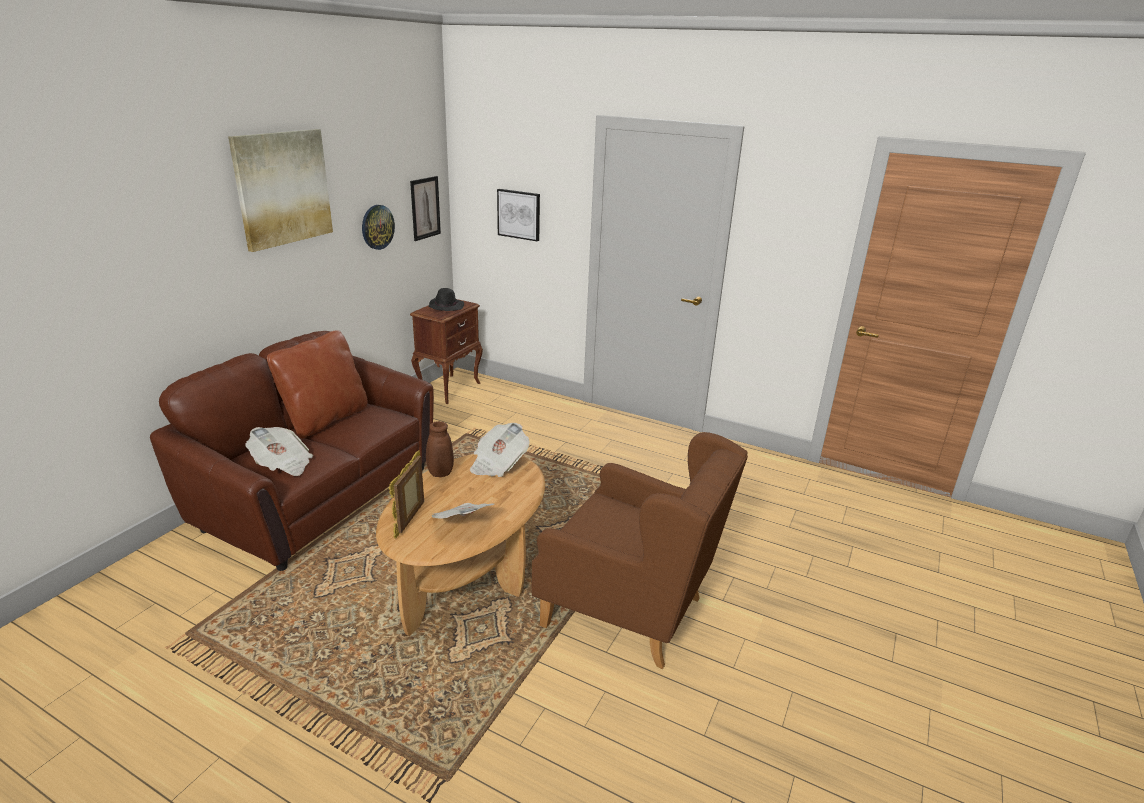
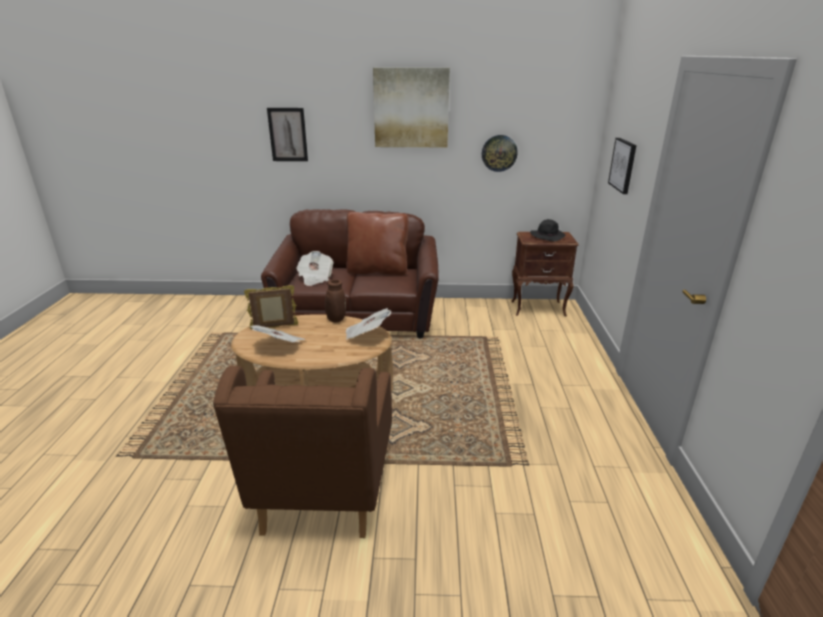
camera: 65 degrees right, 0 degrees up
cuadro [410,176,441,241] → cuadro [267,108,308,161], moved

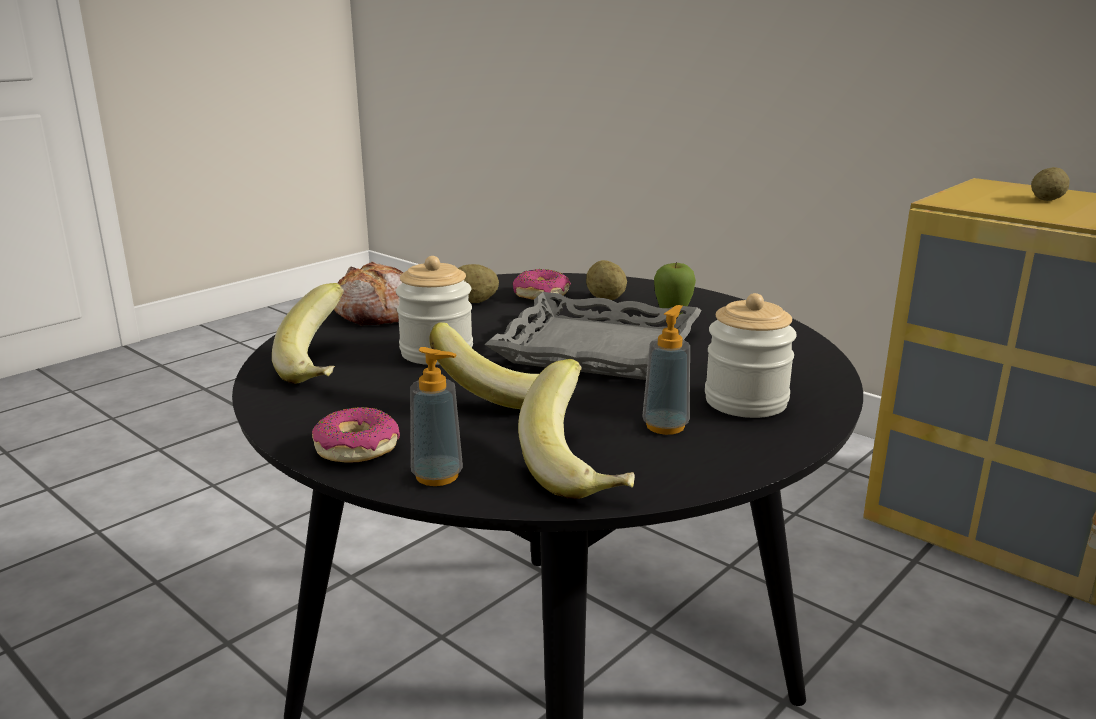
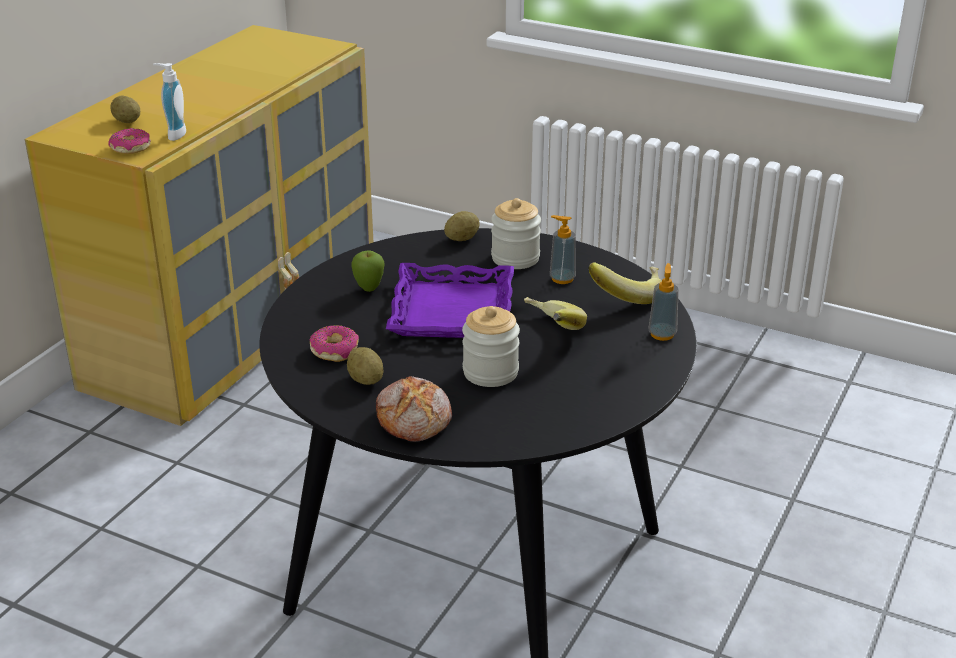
camera: 105 degrees left, 10 degrees up
rosquilla [312,407,400,463] → rosquilla [108,128,151,154], moved
- → dispensador de jabón [153,63,186,141]
bandeja (gris) [484,292,702,380] → bandeja (morado) [386,263,514,338]
patata [586,260,627,300] → patata [444,211,480,241], moved
plátano [272,283,344,384] → -

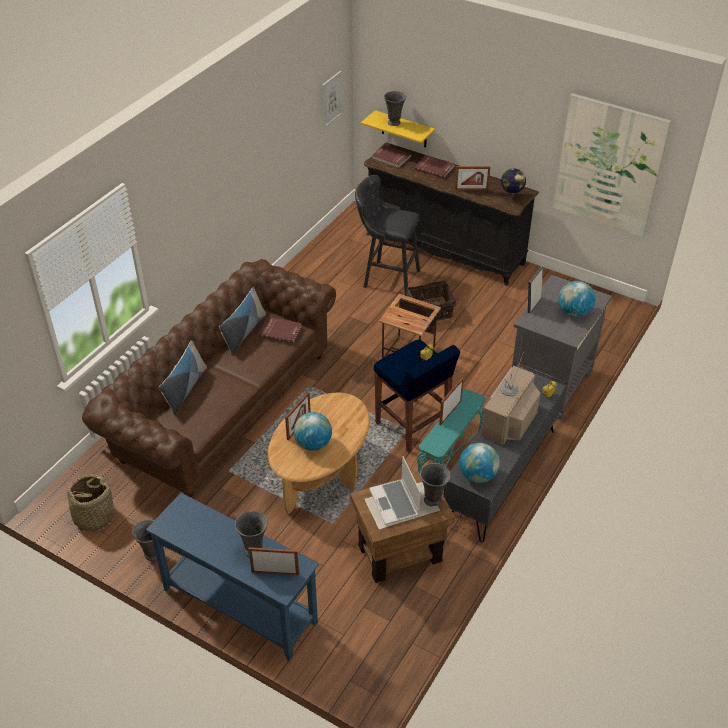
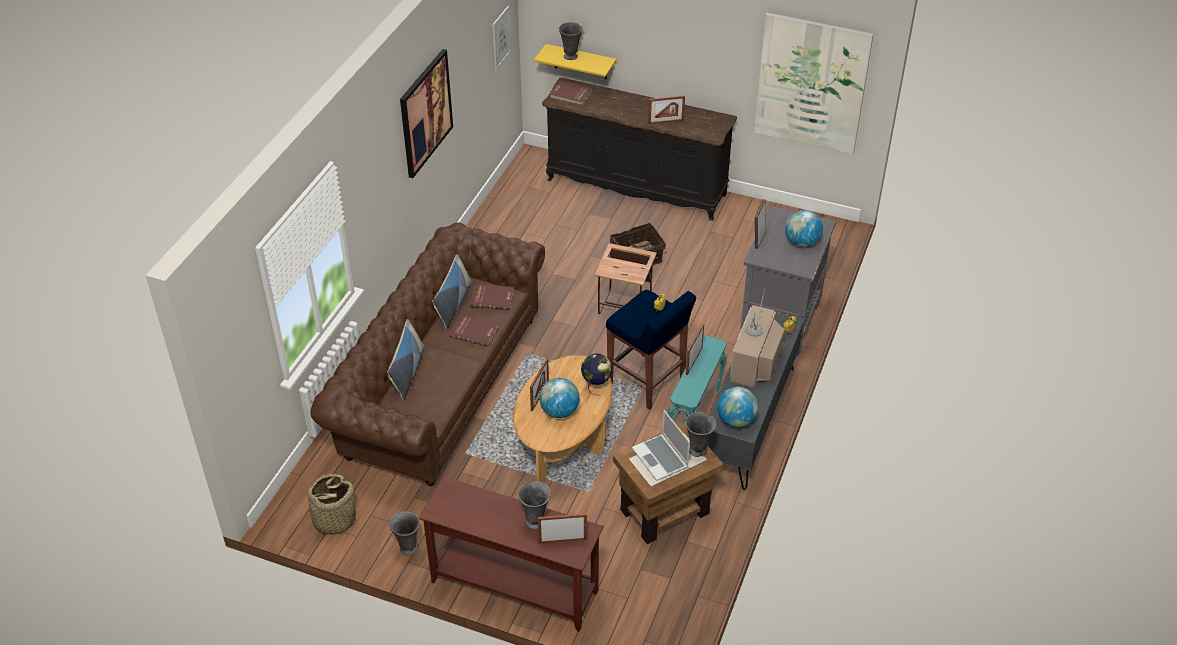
camera: 10 degrees left, 0 degrees up
- → cuadro [400,49,453,178]
mesa consola (azul) [146,493,319,661] → mesa consola (marrón) [419,476,604,632]
libro (rojo) [415,155,455,178] → libro (rojo) [450,315,499,347], moved
globo terráqueo [501,168,526,203] → globo terráqueo [581,353,612,395], moved
taburete (negro) [355,175,421,296] → -

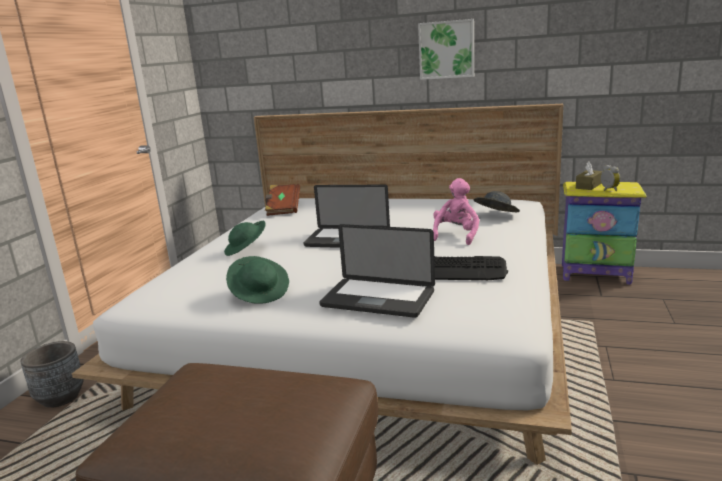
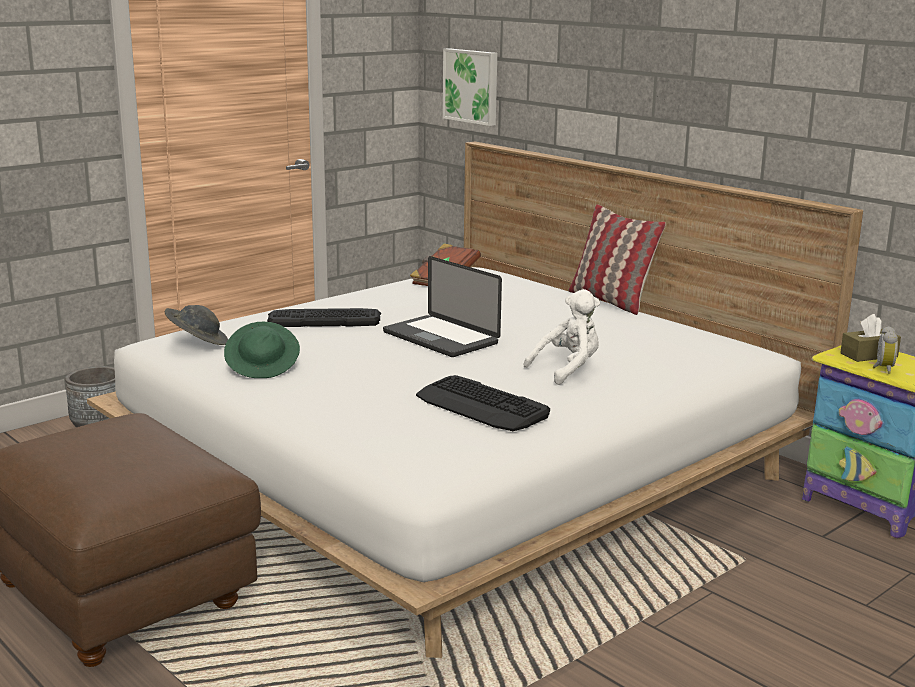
camera: 30 degrees right, 0 degrees up
sombrero (gris) [474,191,520,212] → sombrero (gris) [165,305,228,345], moved
sombrero (verde) [224,221,266,256] → teclado [267,308,381,327]
cuadro [418,19,474,80] → cuadro [443,48,497,126], moved
peluche (rosa) [433,178,479,245] → peluche (blanco) [524,289,600,385]
- → cojín [568,205,666,315]
portátil [319,224,435,318] → -

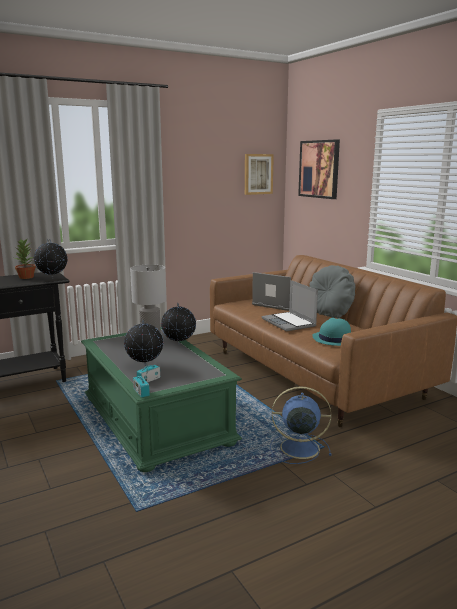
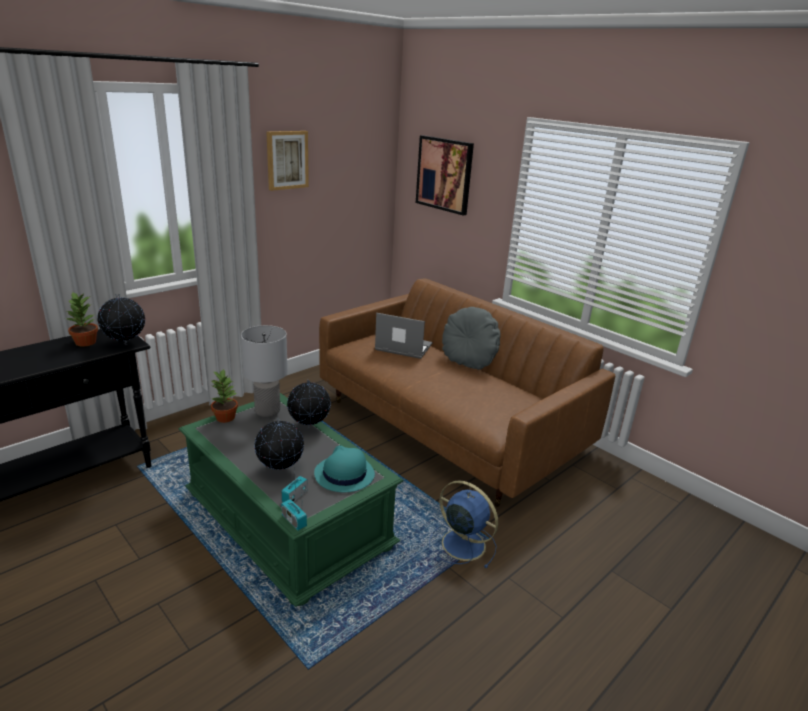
camera: 15 degrees left, 10 degrees up
- → planta en maceta [211,369,238,423]
cuadro [245,154,274,195] → cuadro [266,131,309,191], moved
sombrero (turquesa) [312,317,351,346] → sombrero (turquesa) [314,445,375,492], moved
ventilador (azul) [270,387,332,464] → ventilador (azul) [429,480,498,568], 45 degrees clockwise
portátil [262,280,318,332] → -

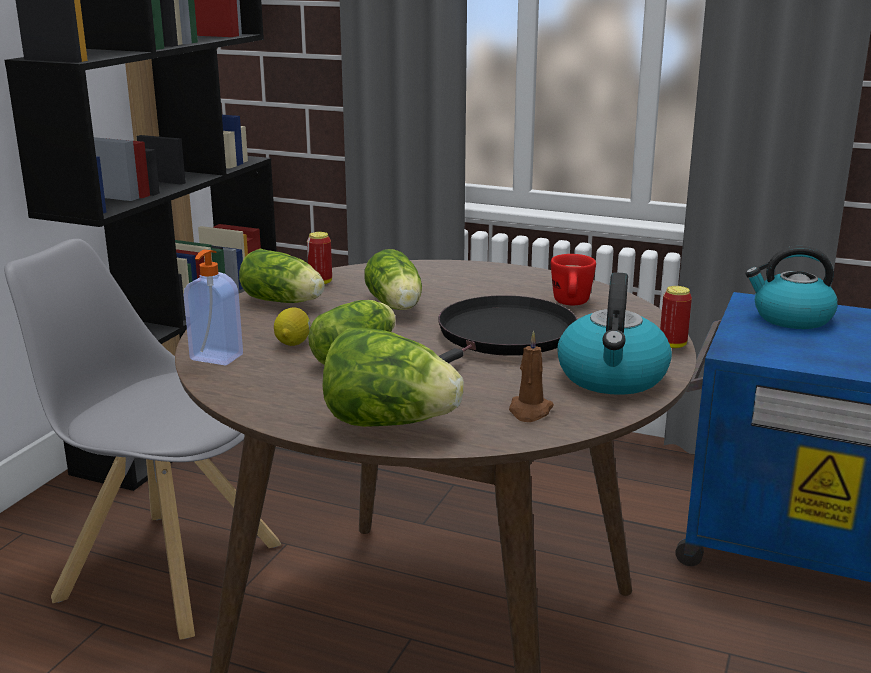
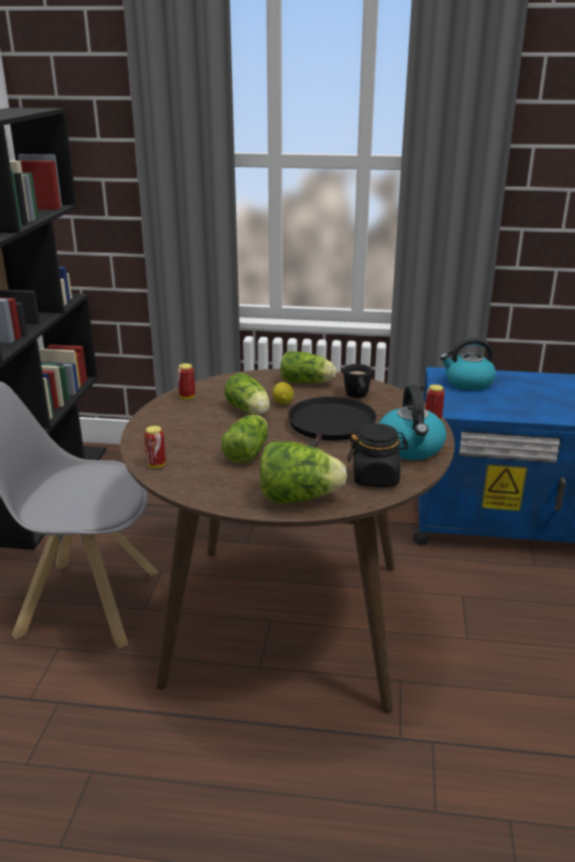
camera: 15 degrees left, 5 degrees up
dispensador de jabón [184,250,243,366] → lata [144,426,166,468]
limón [274,307,310,346] → limón [273,382,294,405], moved
lechuga [239,249,325,303] → lechuga [280,351,336,383], moved
taza grande (rojo) [551,254,596,305] → taza grande (negro) [343,364,372,398]
vela (marrón) [509,331,554,422] → tarro (negro) [348,424,409,487]

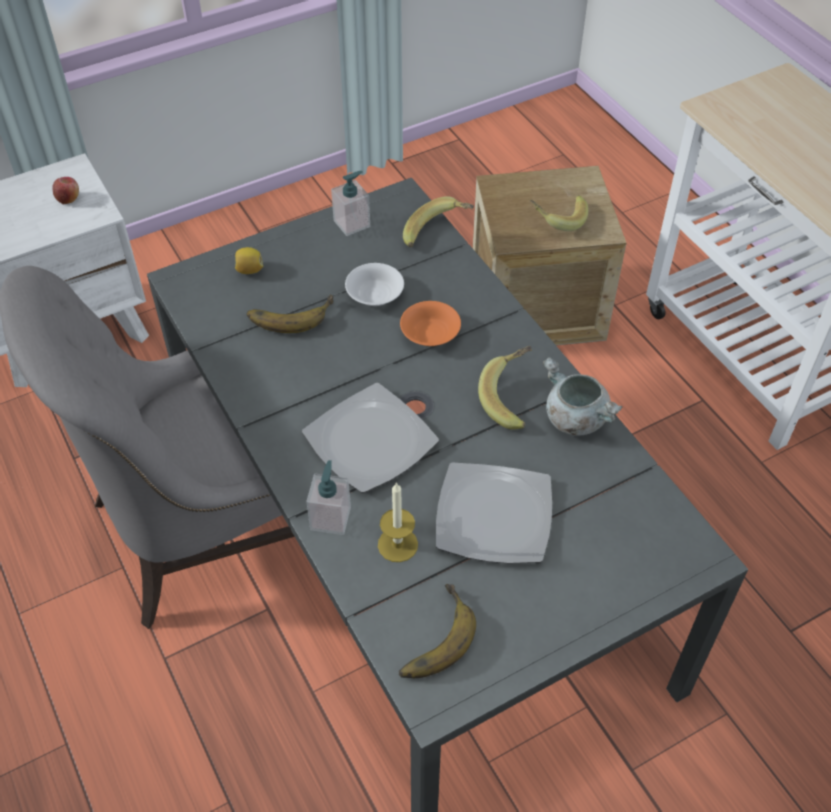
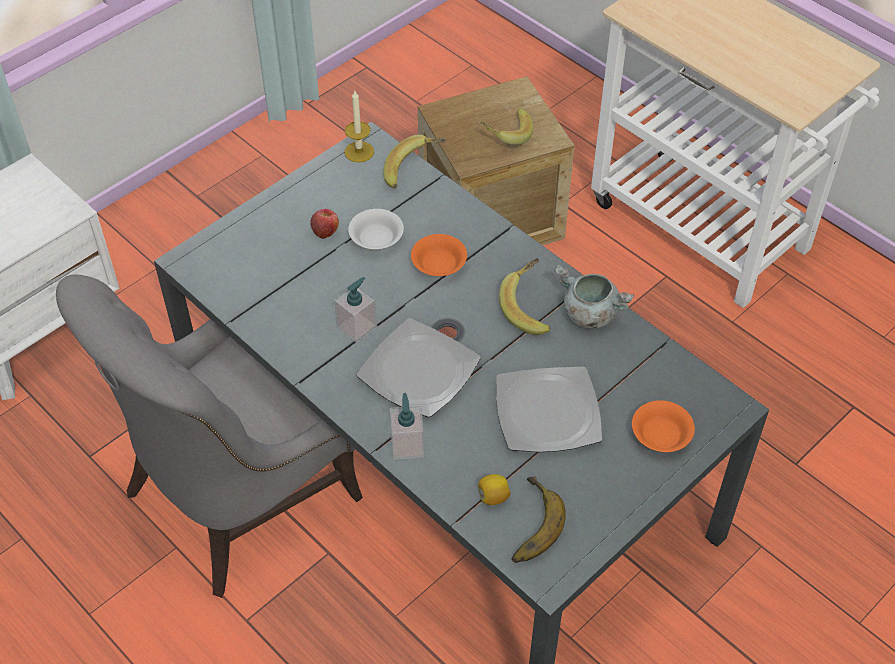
camera: 15 degrees left, 0 degrees up
manzana [52,177,79,204] → manzana [311,209,339,239], moved
dispensador de jabón [331,171,370,236] → dispensador de jabón [334,277,377,343], moved
vela [378,482,418,562] → vela [344,91,374,163], moved
limón [235,247,263,274] → limón [478,474,511,505], moved
- → cuenco (naranja) [632,400,695,452]
plátano [247,295,333,333] → -

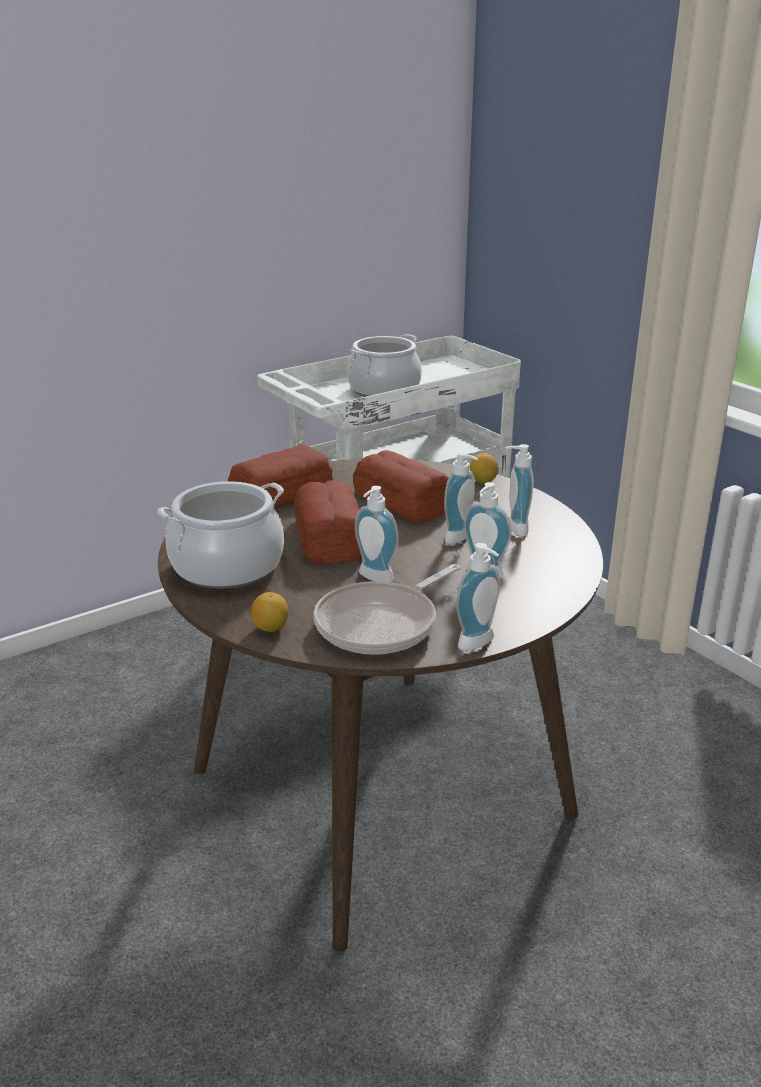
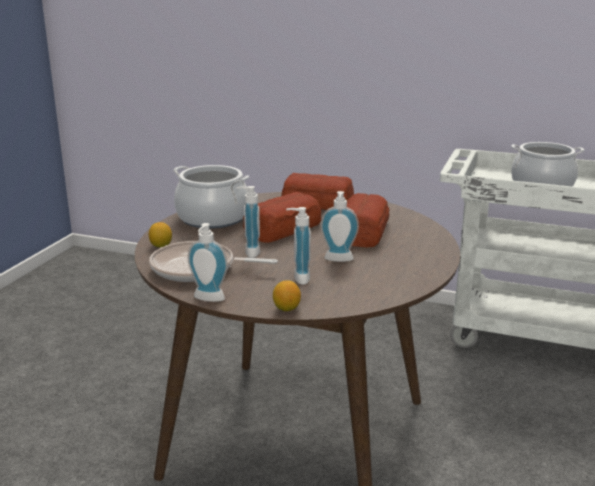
camera: 55 degrees right, 5 degrees down
limón [470,453,498,484] → limón [273,280,301,311], moved
dispensador de jabón [505,444,533,536] → -

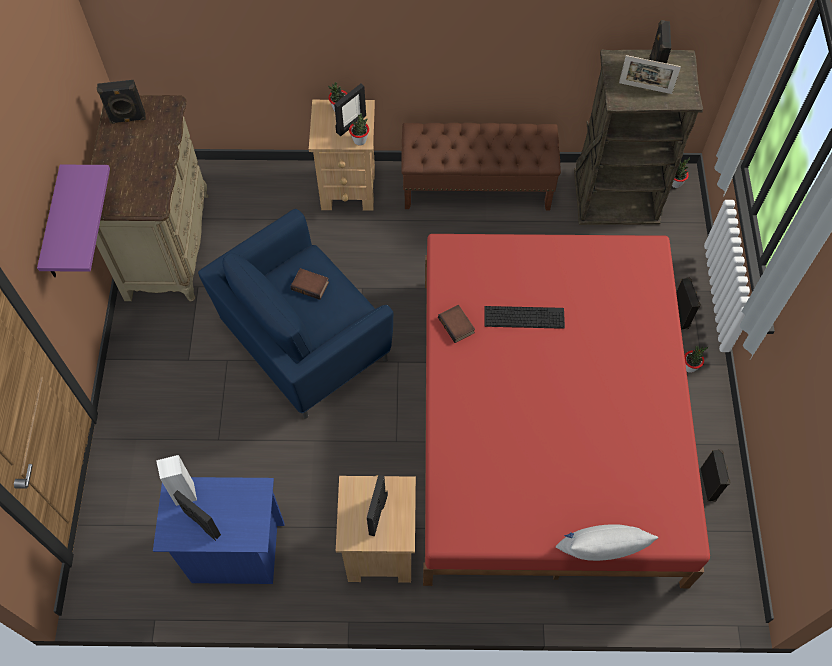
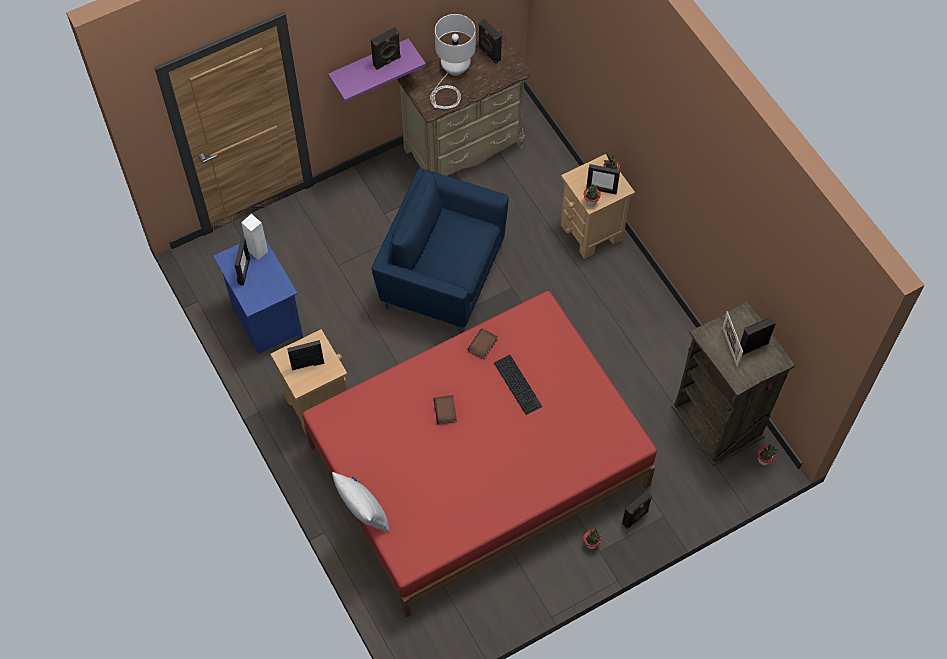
camera: 60 degrees right, 0 degrees up
altavoz (negro) [700,449,731,502] → altavoz (negro) [371,27,401,70], moved
- → lámpara de mesa (gris) [430,14,476,109]
libro [291,268,329,300] → libro [434,395,457,425], moved
banco (marrón) [401,123,561,210] → -

